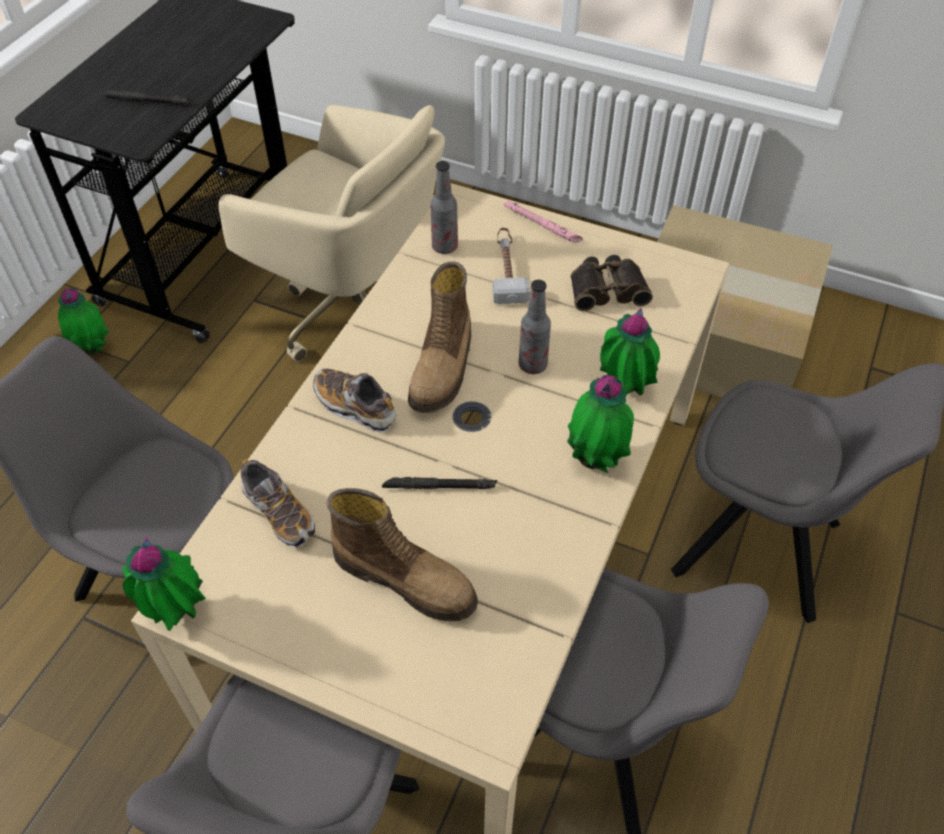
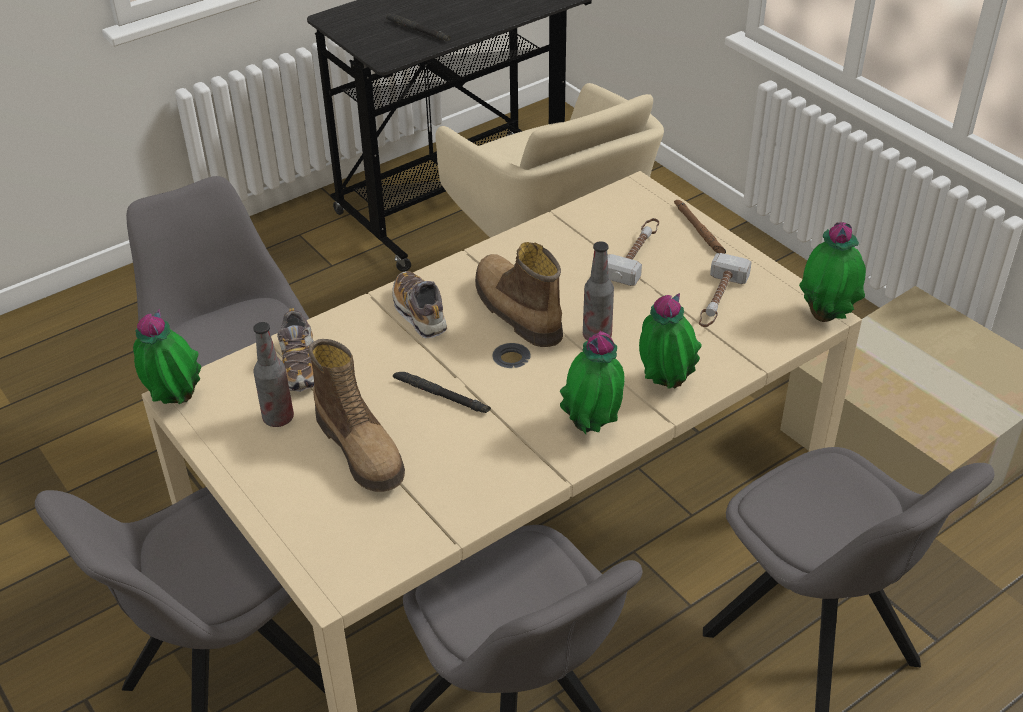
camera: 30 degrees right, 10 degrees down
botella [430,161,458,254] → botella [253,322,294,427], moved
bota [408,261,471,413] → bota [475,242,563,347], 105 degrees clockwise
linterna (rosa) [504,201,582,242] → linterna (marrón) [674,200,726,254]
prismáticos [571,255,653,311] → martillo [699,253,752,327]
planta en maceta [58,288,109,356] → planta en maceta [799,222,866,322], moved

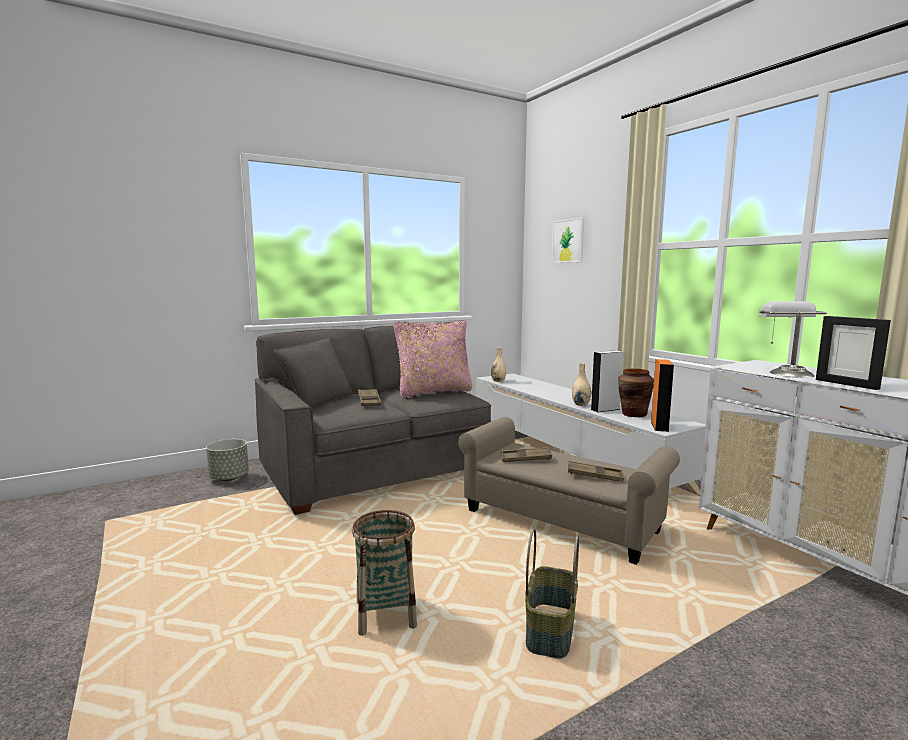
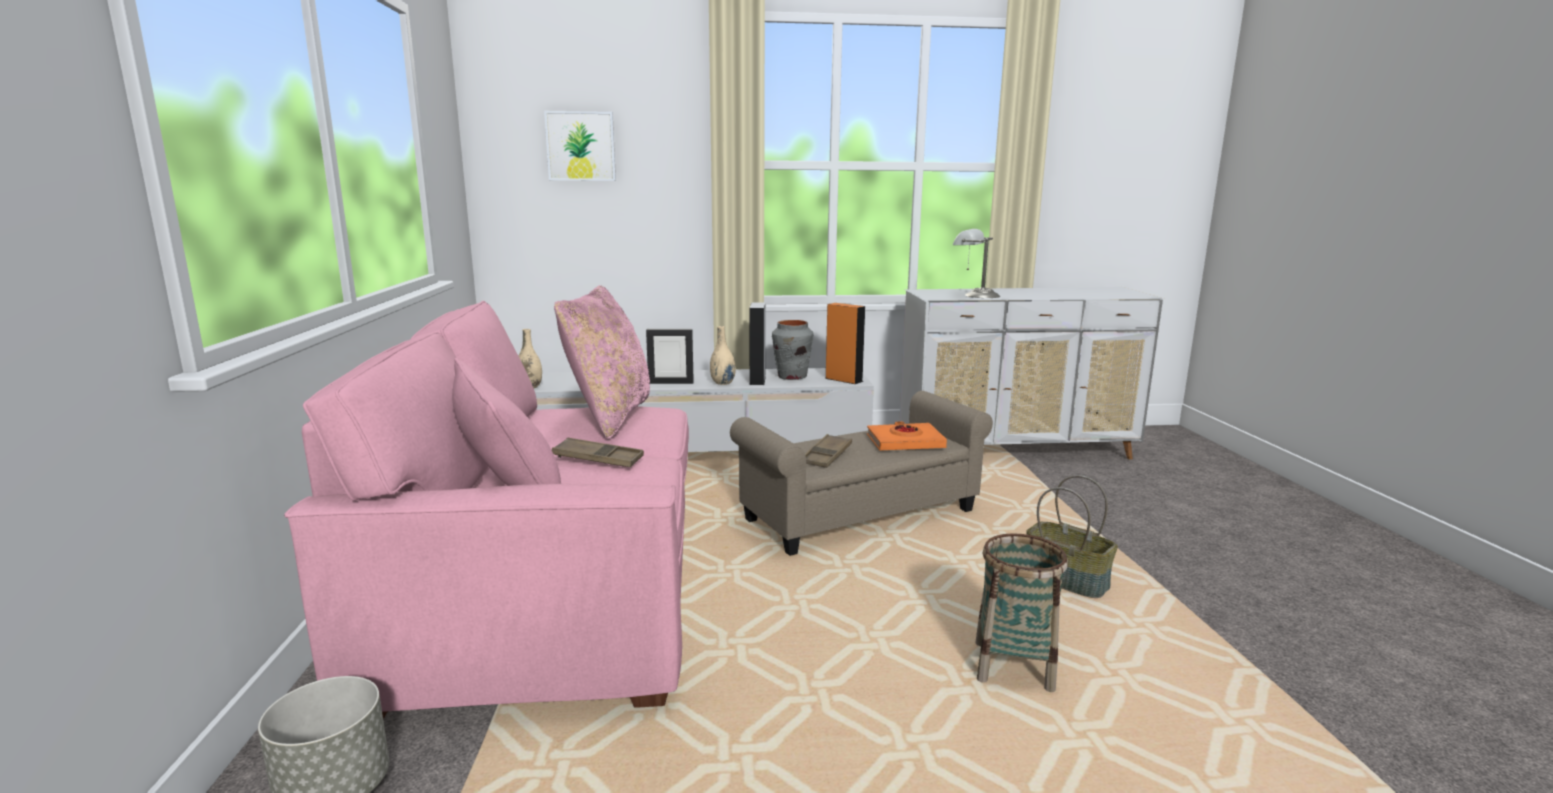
camera: 65 degrees left, 5 degrees up
sofá (gris) [254,326,491,515] → sofá (rosa) [284,301,689,719]
portarretratos [816,316,891,390] → portarretratos [646,329,694,384], moved
florero (marrón) [618,368,654,417] → florero (gris) [772,320,814,380]
bandeja (marrón) [568,461,624,482] → libro (naranja) [867,421,947,451]

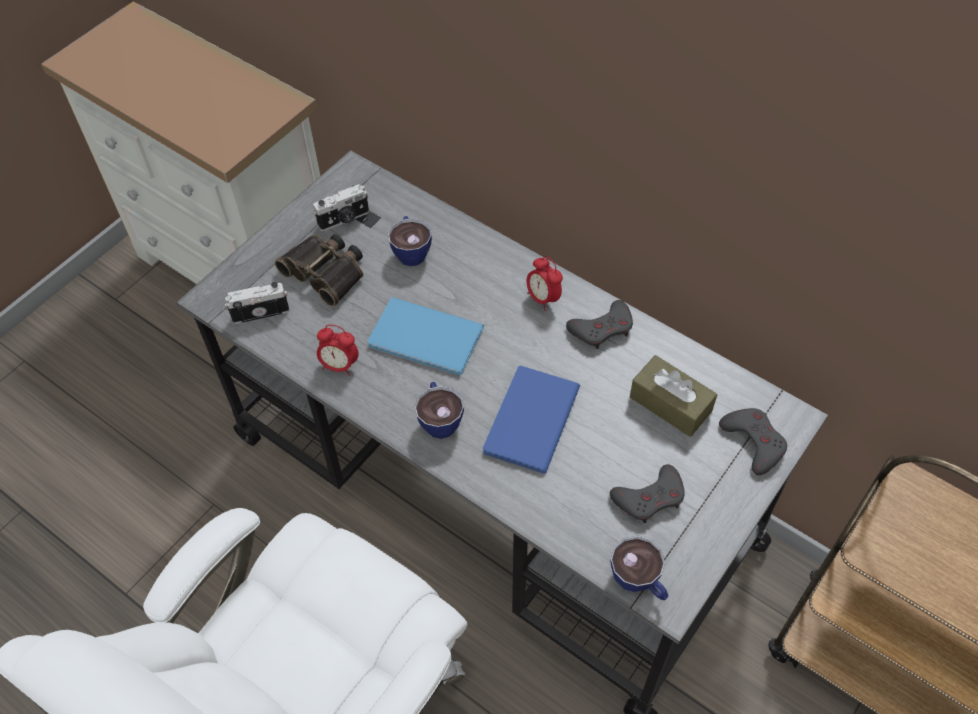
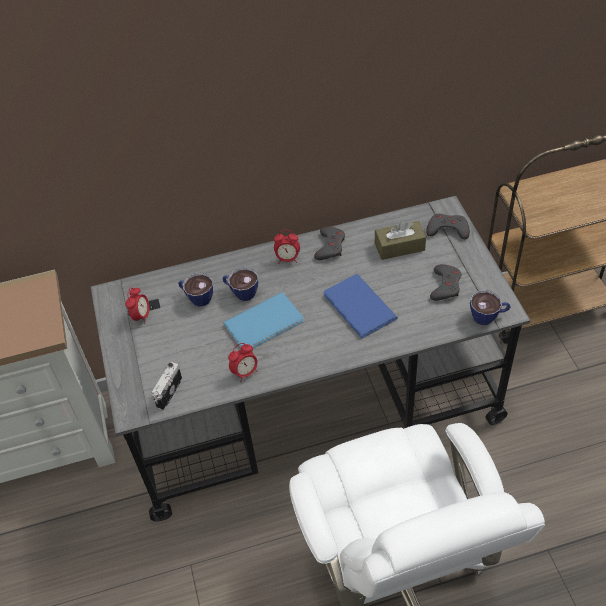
camera: 50 degrees left, 5 degrees down
cámara [313,184,369,231] → despertador [126,288,150,324]
taza [415,382,464,439] → taza [222,267,258,301], moved
prismáticos [275,234,363,307] → -

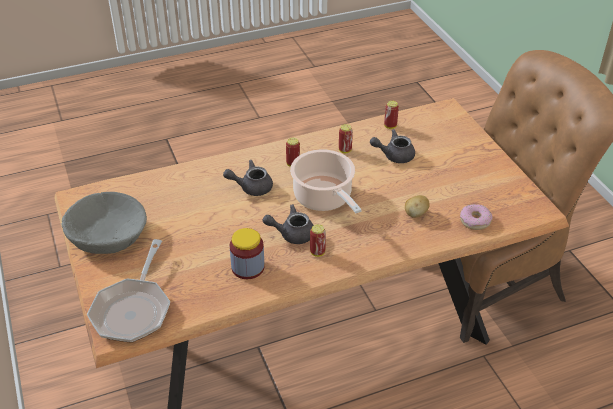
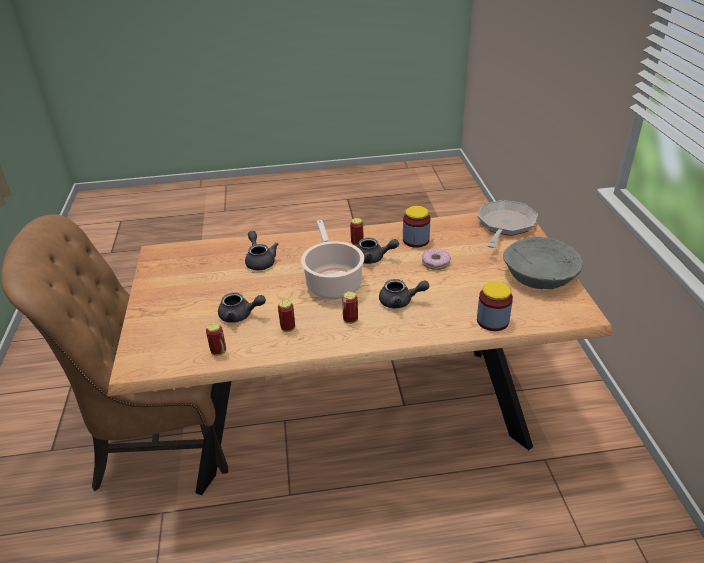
camera: 165 degrees left, 5 degrees down
patata [405,195,430,218] → tetera (gris) [245,231,278,270]
rosquilla [460,204,493,230] → rosquilla [422,248,451,270], moved
- → tarro [477,281,513,331]

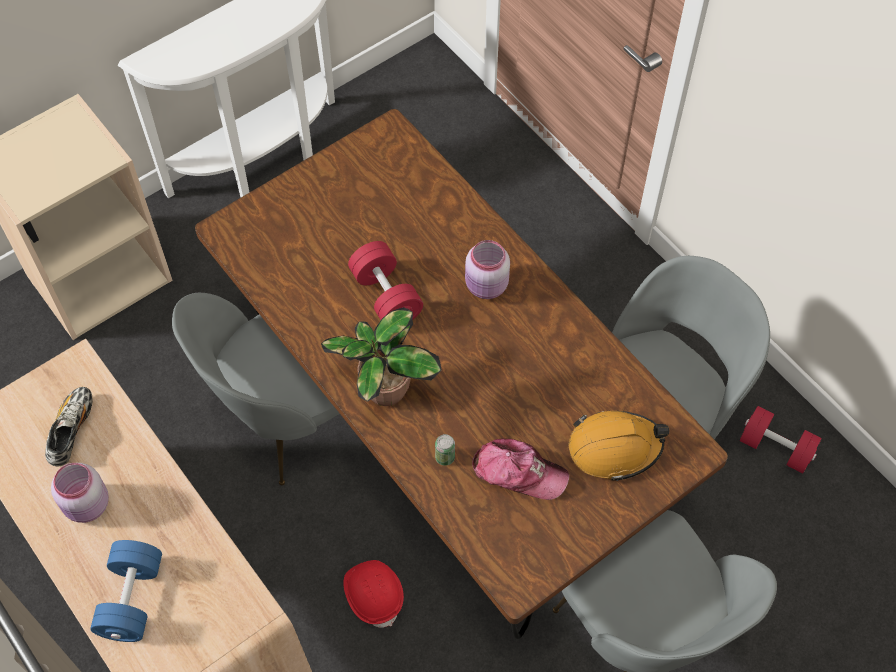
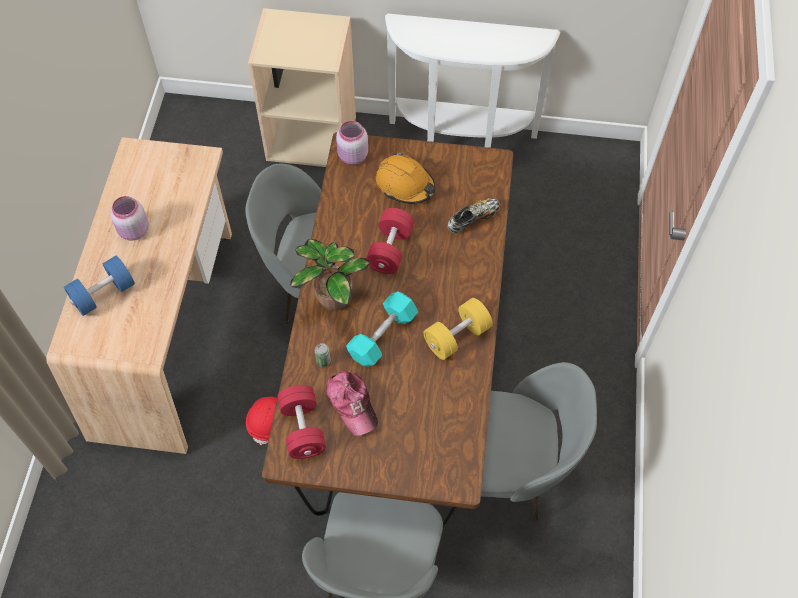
camera: 45 degrees right, 0 degrees up
mancuerna (rojo) [740,406,822,474] → mancuerna (rojo) [278,385,326,459], moved
tarro (rosa) [465,240,510,299] → tarro (rosa) [336,121,368,165], moved
- → mancuerna (turquesa) [346,291,418,367]
casco (naranja) [569,411,669,481] → casco (naranja) [376,153,436,204], moved
- → mancuerna (amarillo) [423,298,493,360]
zapato [45,387,92,466] → zapato [447,198,500,234], moved

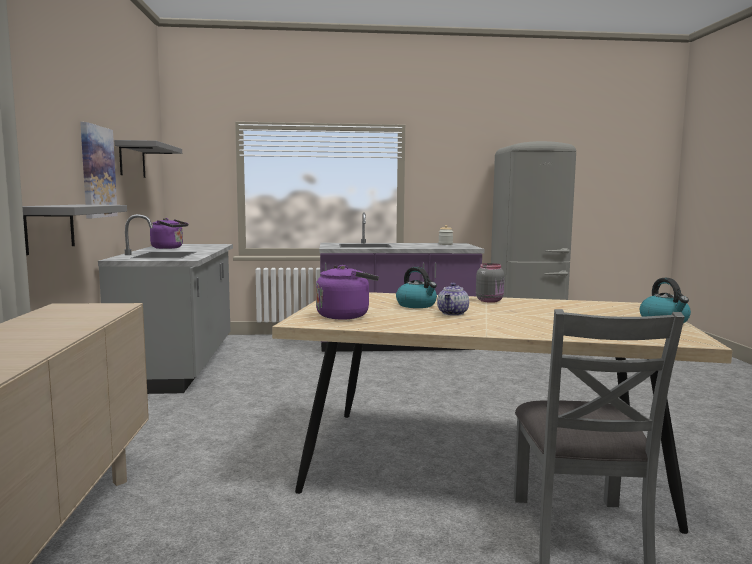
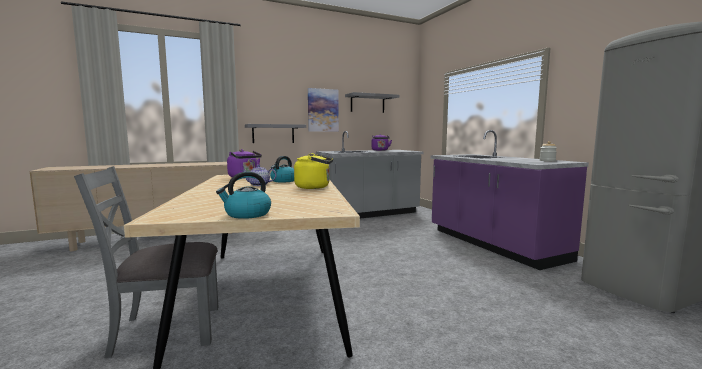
camera: 70 degrees right, 0 degrees up
tarro (gris) [476,263,504,303] → hervidor (amarillo) [294,153,333,189]

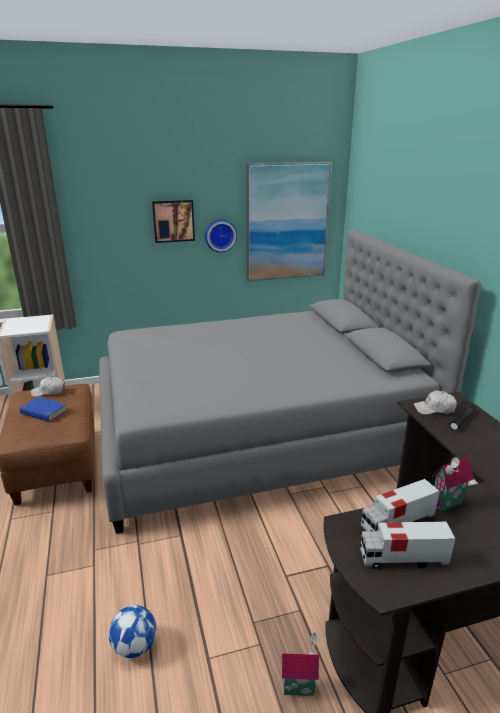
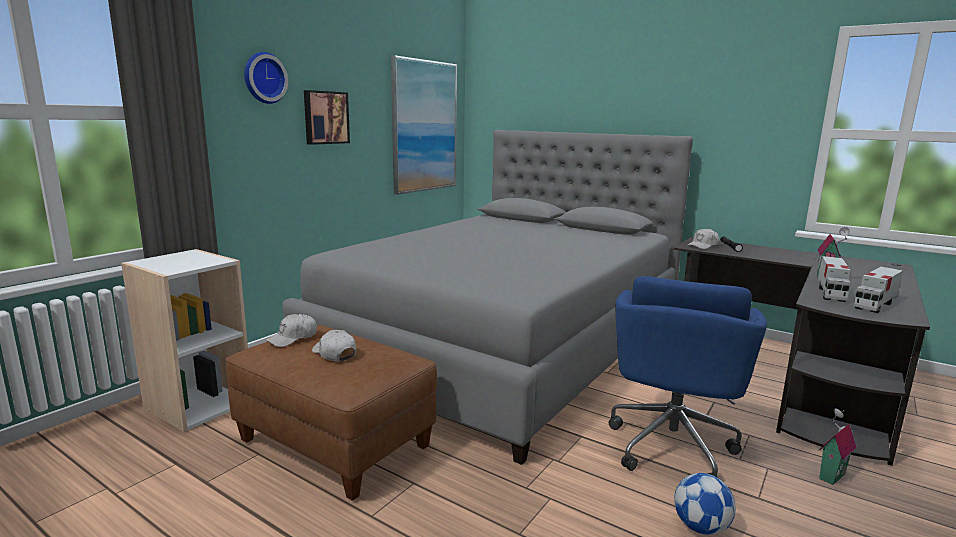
camera: 40 degrees left, 10 degrees down
reloj de pared [205,219,237,252] → reloj de pared [244,52,288,104], moved
libro (azul) [20,397,68,422] → gorra (blanco) [312,330,356,362]
- → silla de oficina (azul) [609,276,767,478]

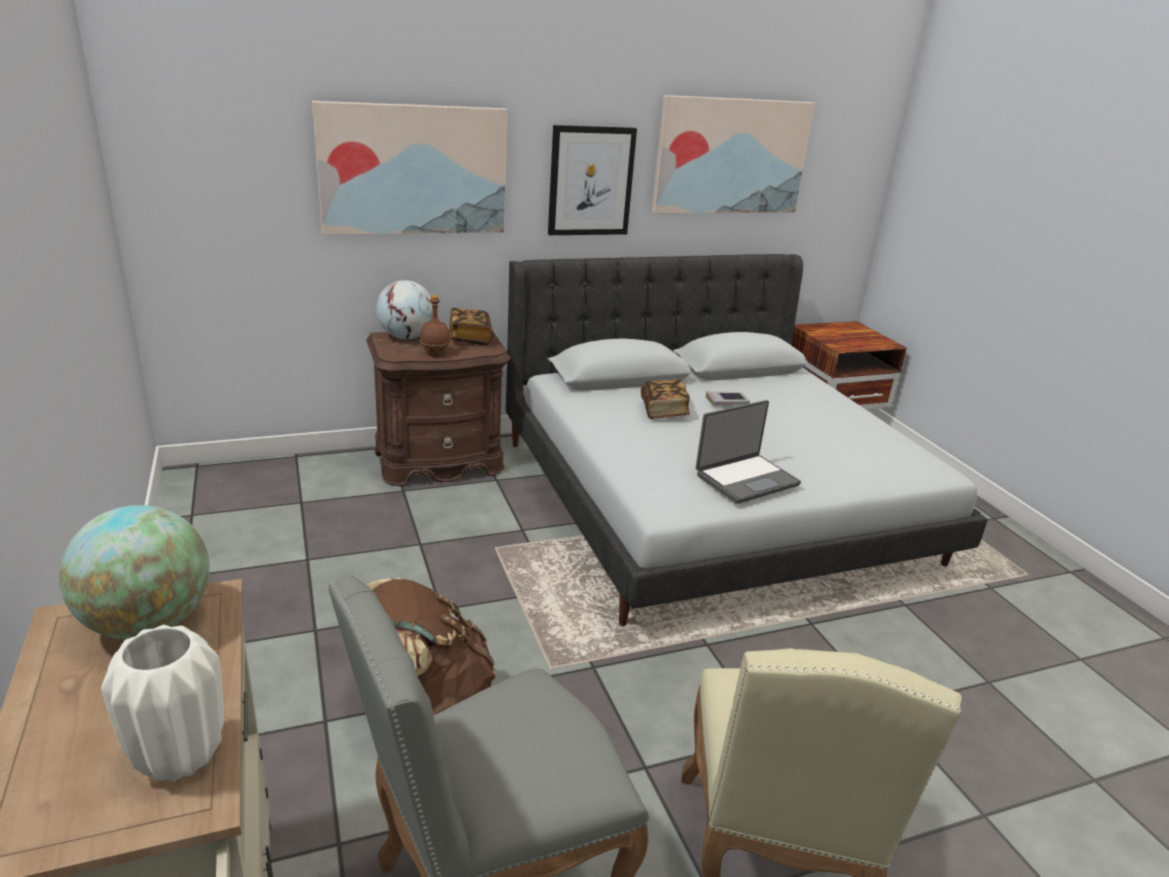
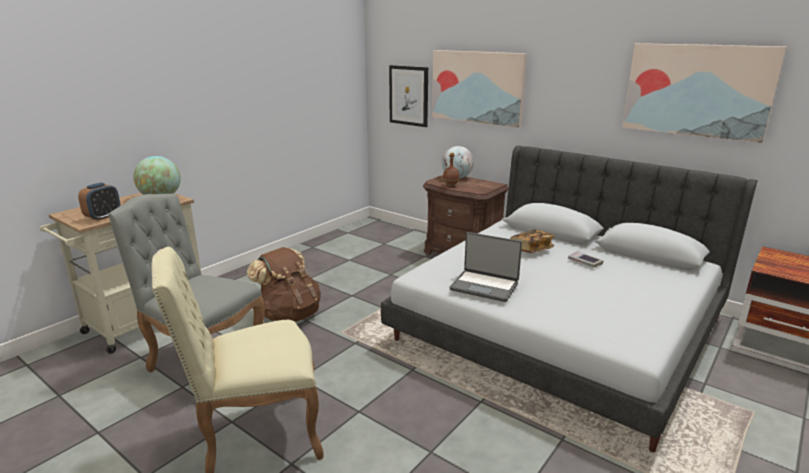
camera: 60 degrees right, 5 degrees down
florero (blanco) [101,625,224,781] → despertador [78,183,121,221]
cuadro [548,125,637,235] → cuadro [389,65,428,127], moved
libro [449,308,493,345] → -

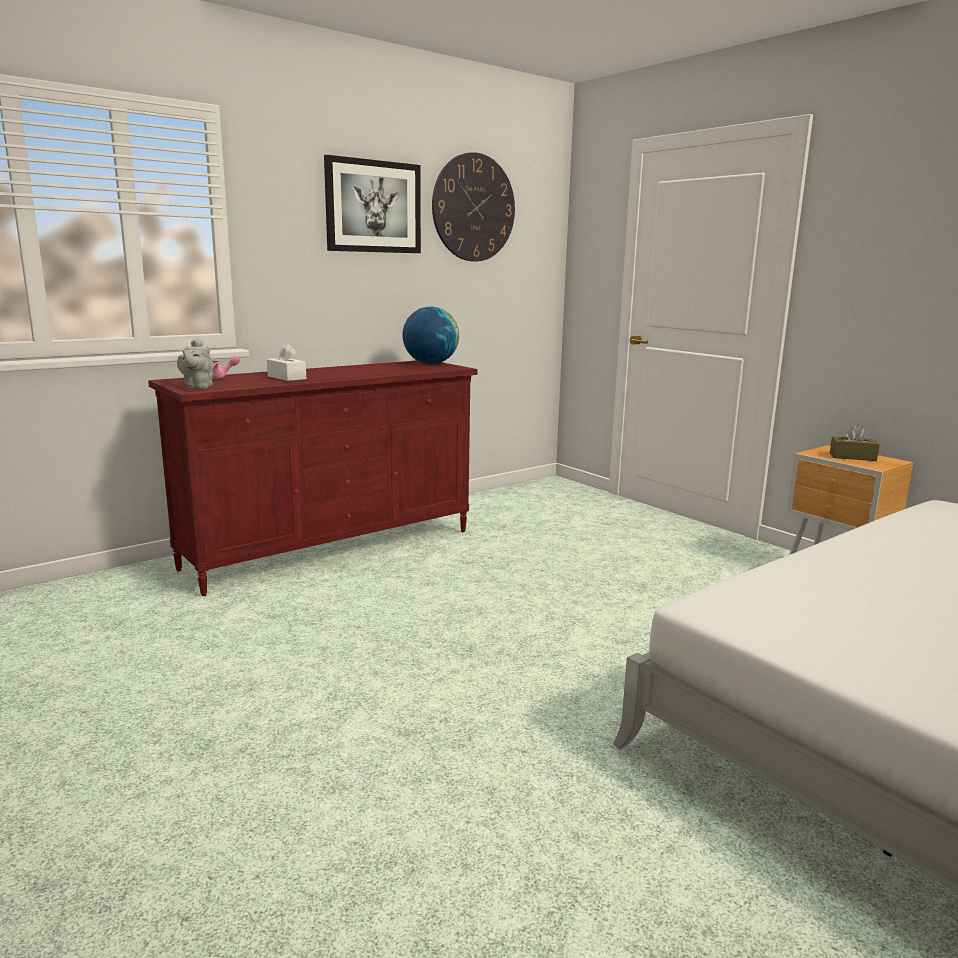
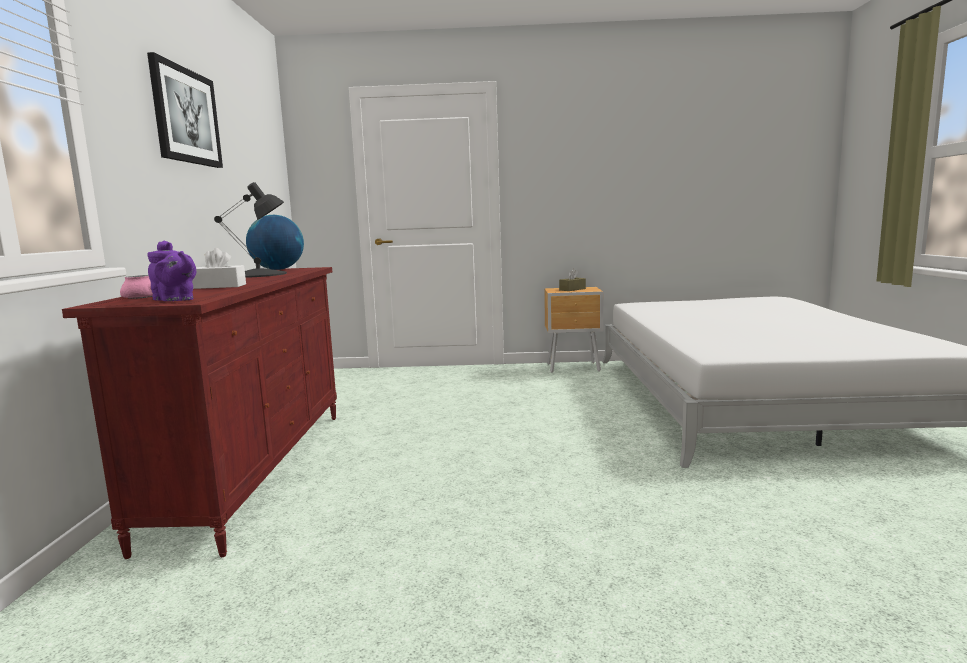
camera: 50 degrees left, 5 degrees down
tetera (gris) [177,338,213,389] → tetera (morado) [147,240,196,301]
- → lámpara de mesa (negro) [214,182,287,278]
reloj de pared [432,152,515,262] → -

